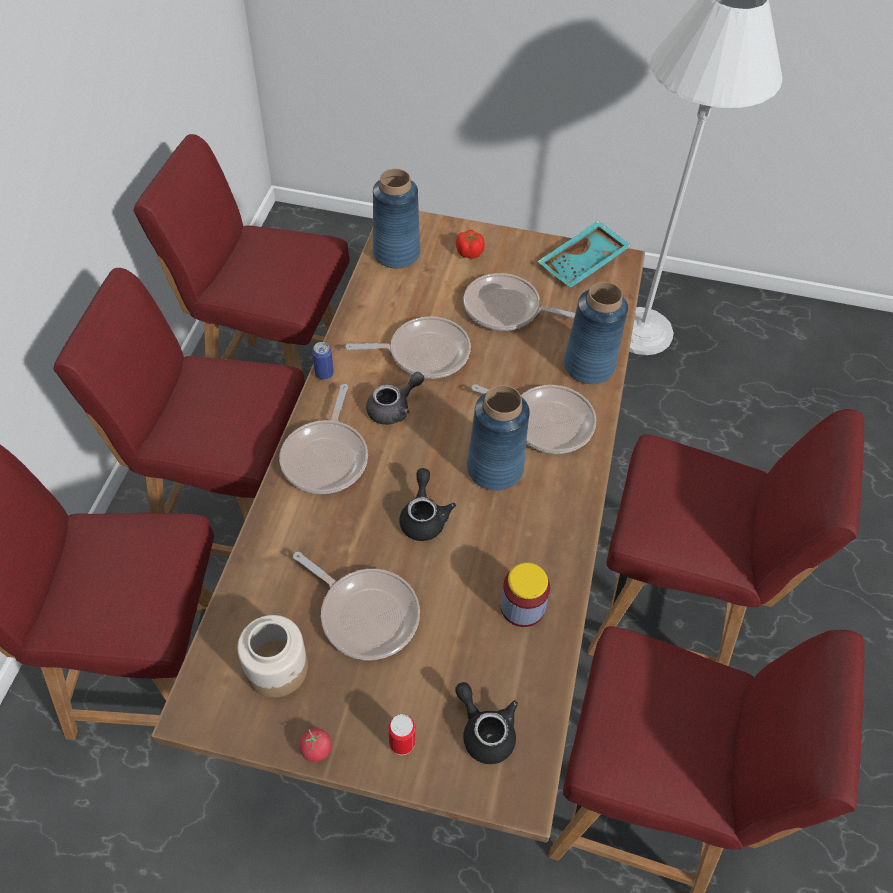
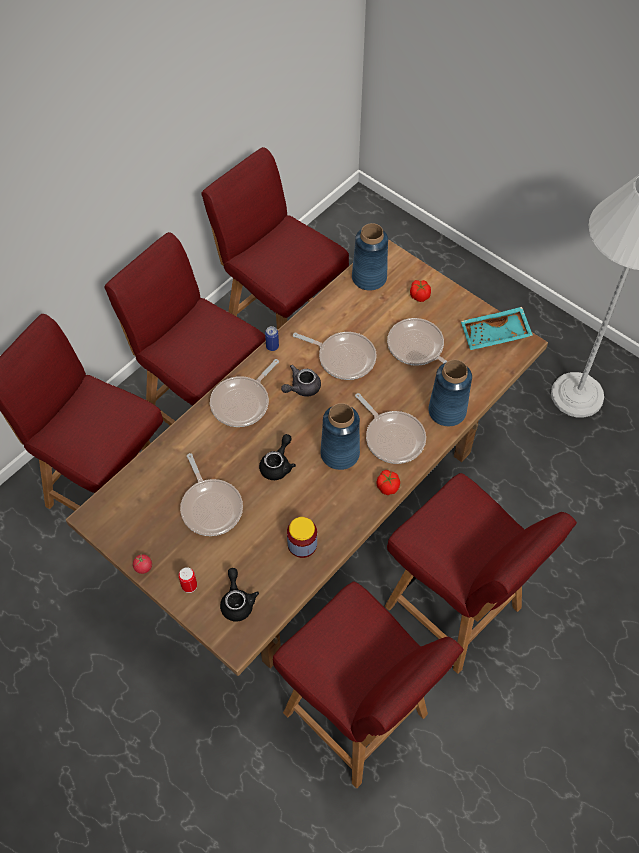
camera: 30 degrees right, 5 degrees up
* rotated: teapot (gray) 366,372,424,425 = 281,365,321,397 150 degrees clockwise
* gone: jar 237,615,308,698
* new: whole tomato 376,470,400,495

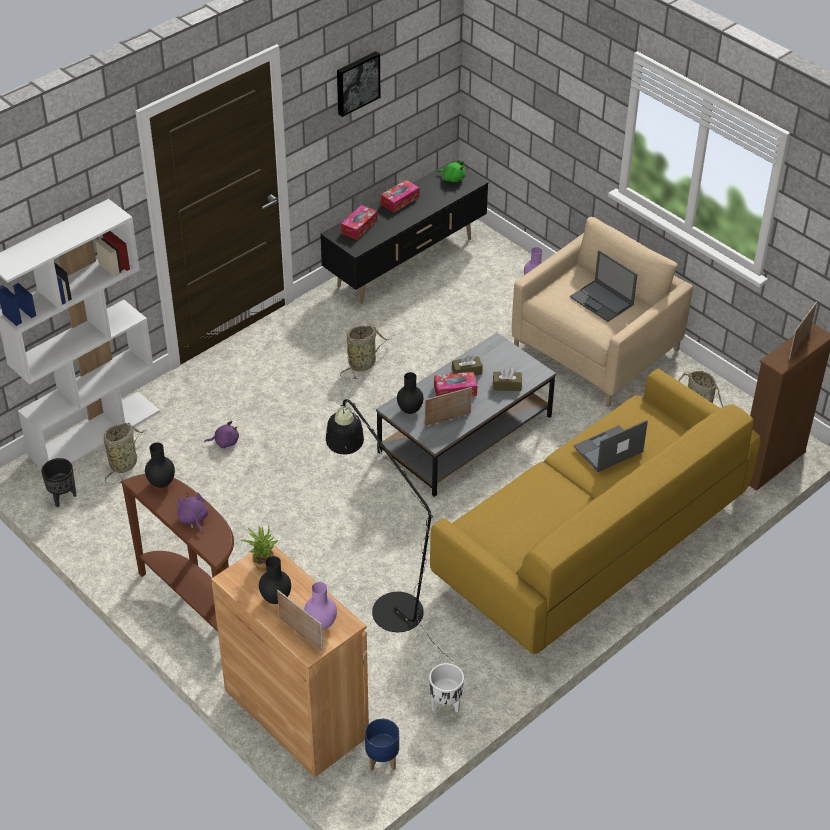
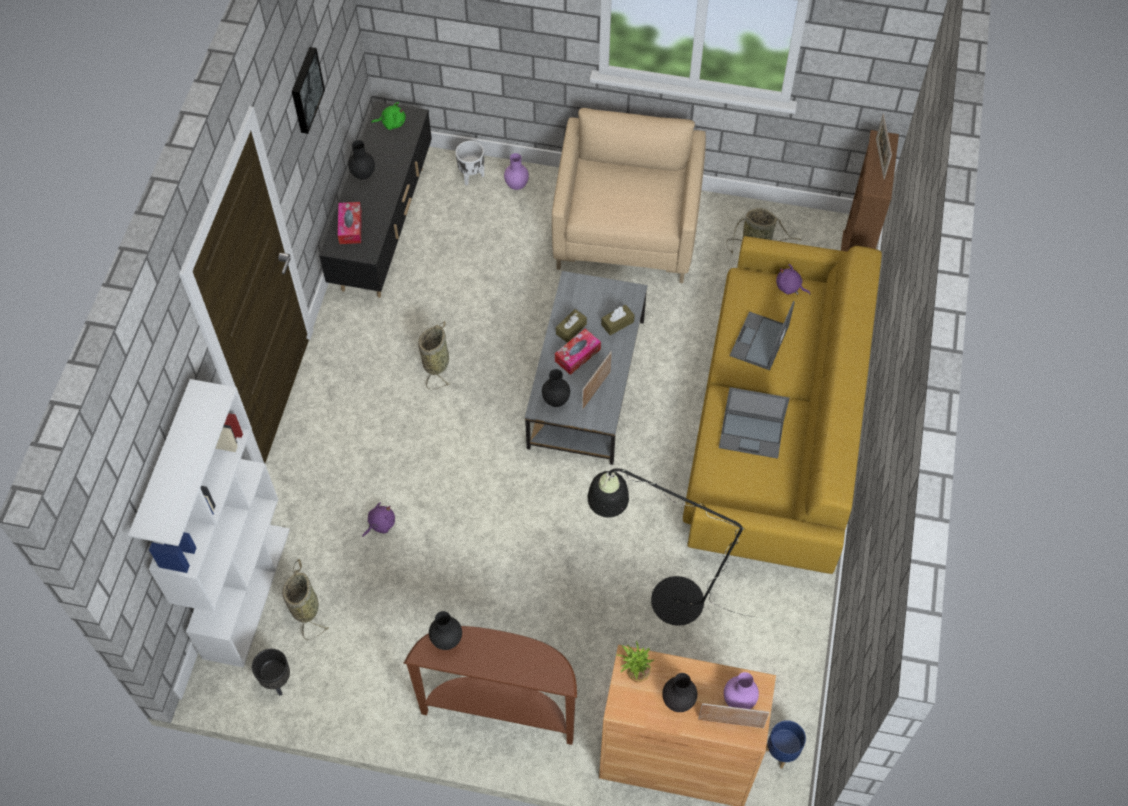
camera: 35 degrees left, 15 degrees up
* swapped: tissue box 381,180,419,213 to vase (black) 348,140,375,180
* shifted: portable computer 570,250,638,322 to 719,387,790,459
* shifted: cuddly toy (purple) 177,492,208,534 to 776,264,810,295
* shifted: plant pot (white) 429,663,464,712 to 455,141,484,185

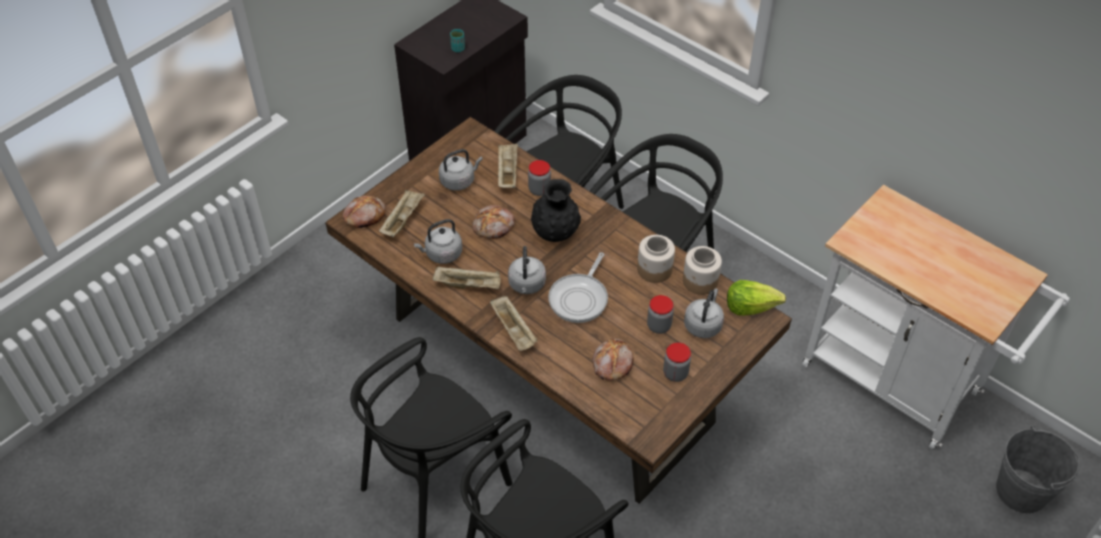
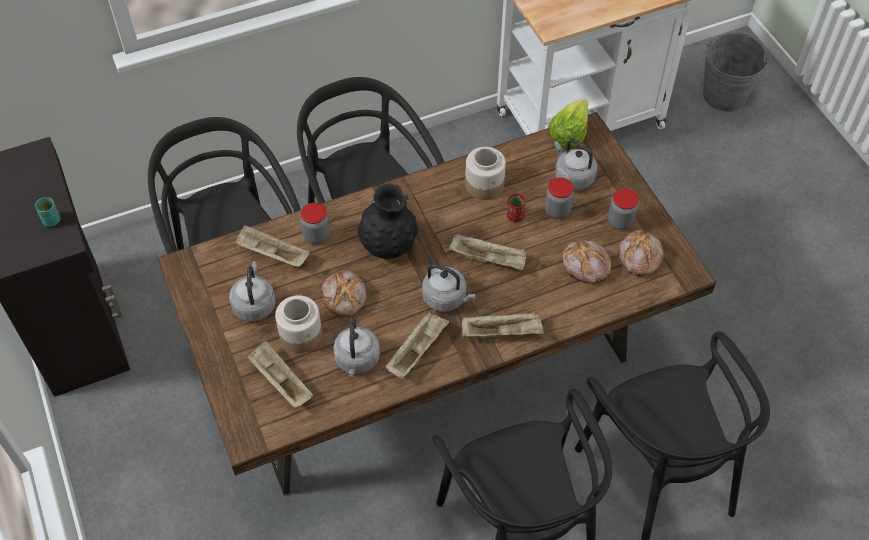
camera: 65 degrees left, 5 degrees up
* shifted: bakery bread 342,196,386,228 to 618,230,664,277
* shifted: jar 683,246,722,295 to 275,295,322,353
* swapped: skillet 548,252,608,323 to serving tray (beige-coloured) 449,233,526,270
* new: cup (red) 507,194,526,222

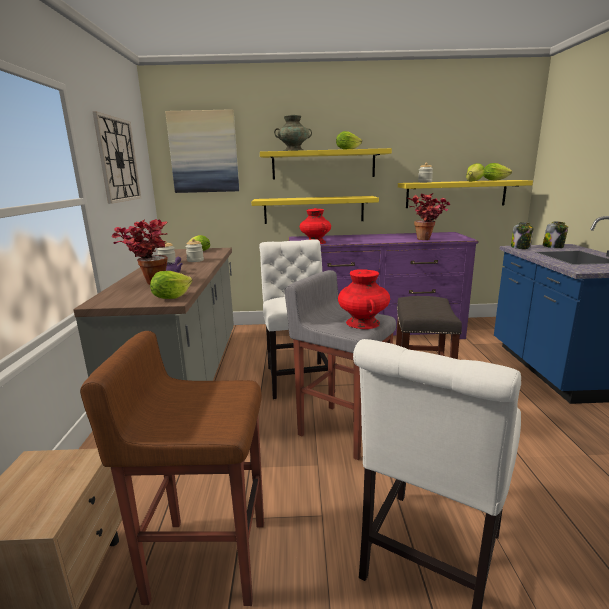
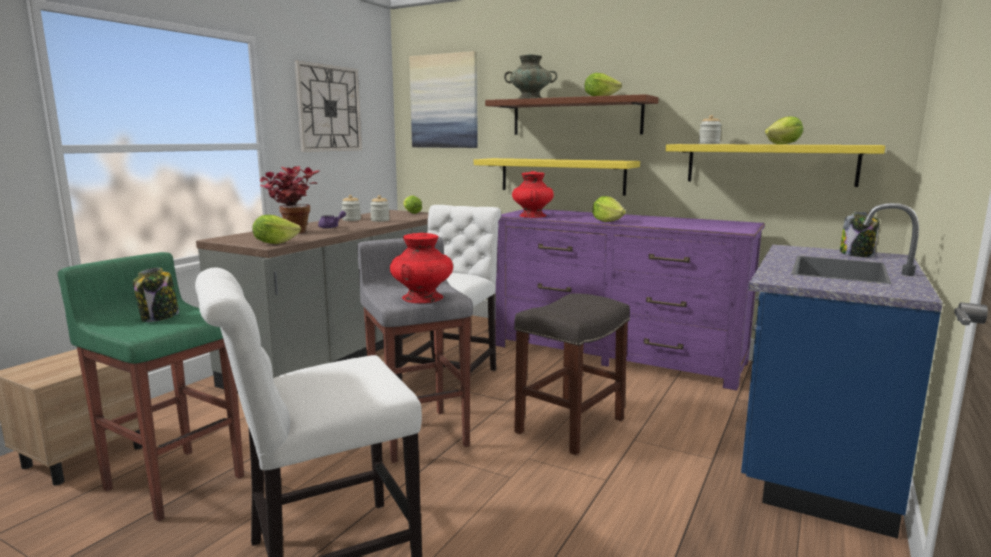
camera: 30 degrees right, 5 degrees down
* repainted: wall shelf (yellow-coloured) 260,148,392,180 to wall shelf (brownish) 485,94,659,135
* shifted: lettuce 483,163,512,181 to 592,196,626,222
* gone: houseplant 408,193,450,240
* shifted: jar 511,222,533,249 to 133,268,179,322
* repainted: sitting stool (brownish) 80,331,264,606 to sitting stool (greenish) 58,252,244,522

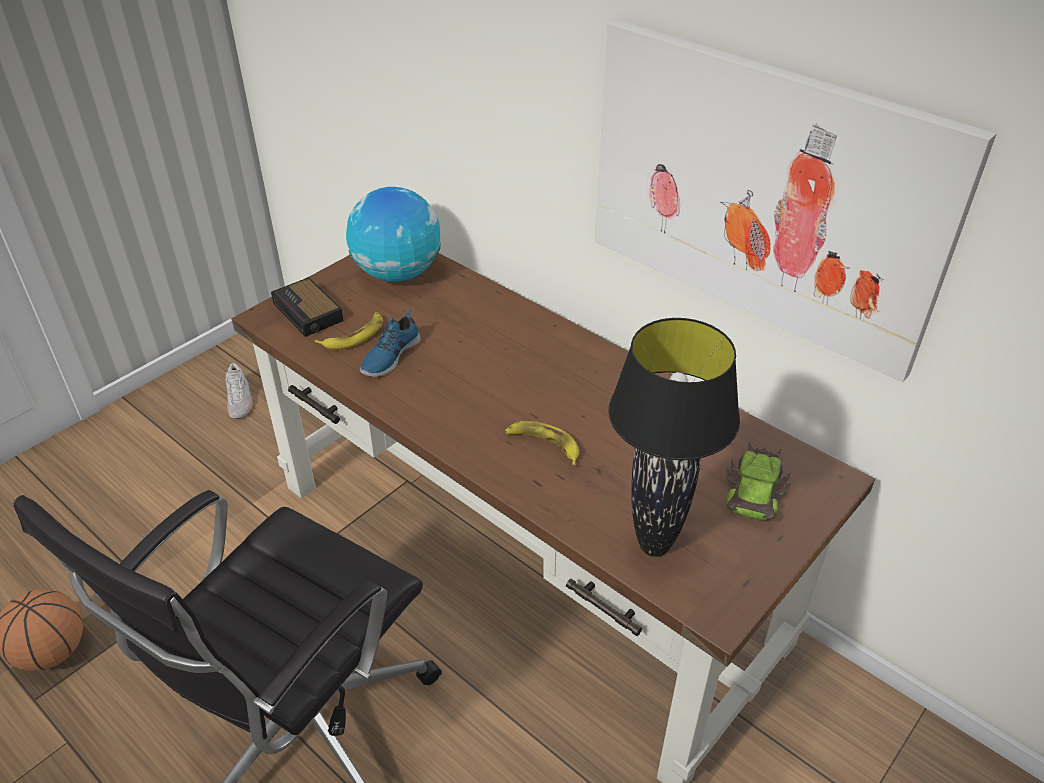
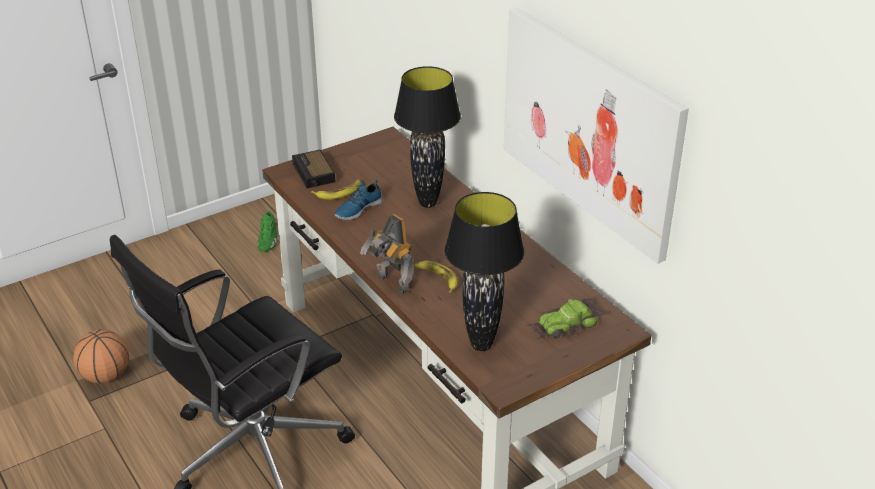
camera: 15 degrees right, 5 degrees down
* gone: globe 346,187,441,282
* repainted: shoe (white) 225,363,253,418 to shoe (greenish) 258,211,278,251
* rotated: toy car 726,441,791,520 = 526,298,604,339 150 degrees counterclockwise
* new: tabletop lamp (black) 394,66,461,208
* new: robot figure 360,214,414,294

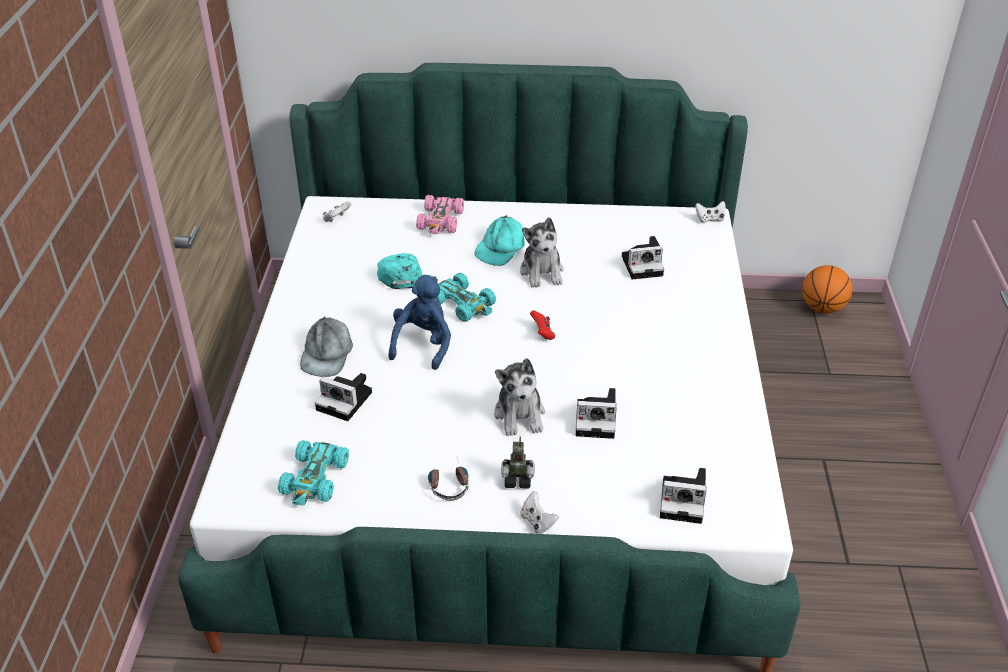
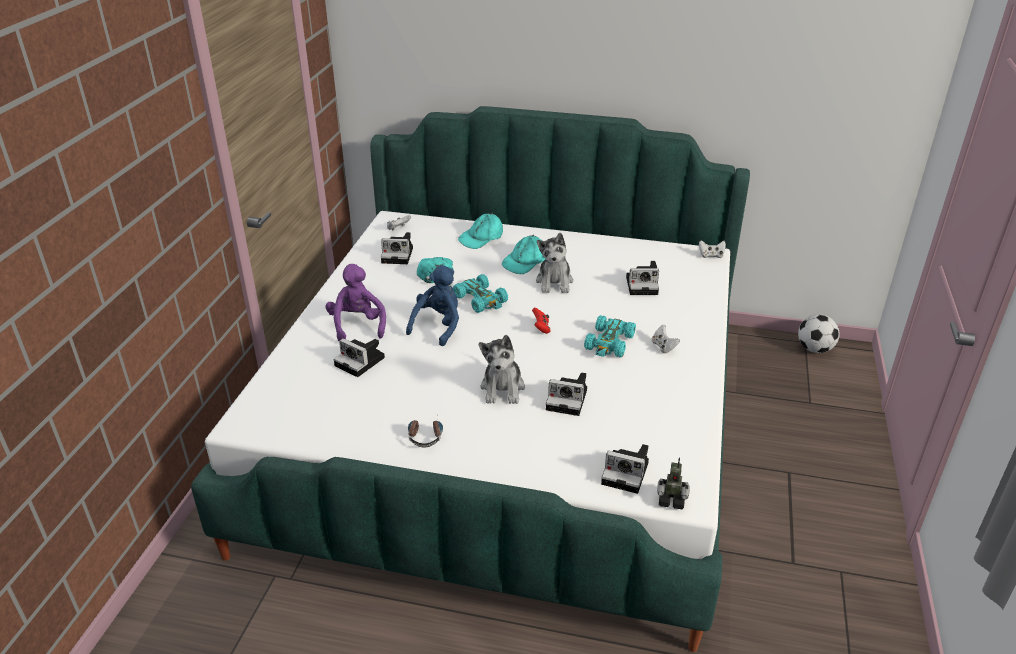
camera: 10 degrees right, 5 degrees down
* swapped: toy car (pink-coloured) 416,195,464,234 to cap (turquoise) 458,213,503,249
* swapped: ball for basketball 802,265,852,313 to football 798,314,840,353
* swapped: cap (gray) 300,317,353,377 to cuddly toy (purple) 325,264,386,341
* shifted: robot figure 501,436,535,488 to 657,458,690,509
* shifted: toy car (turquoise) 278,440,349,506 to 584,315,636,357
* shifted: joypad (white) 520,491,559,534 to 652,325,680,353
* new: still camera 381,232,413,264

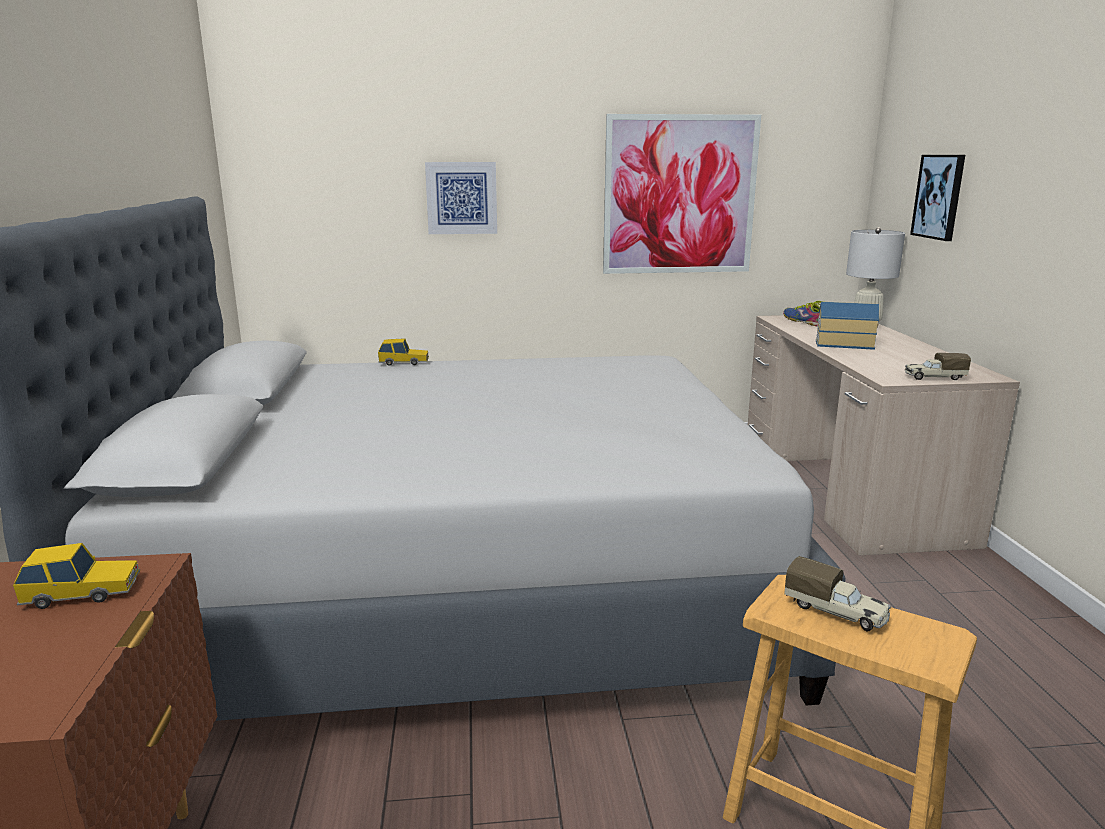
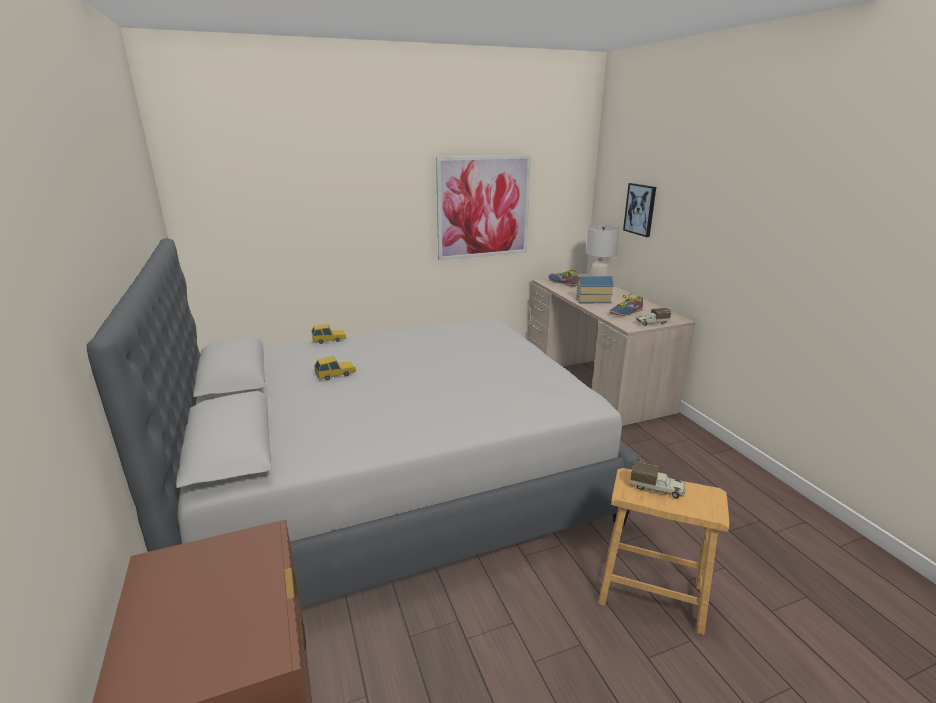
camera: 15 degrees left, 5 degrees up
* gone: wall picture 425,162,497,234
* shifted: toy car 13,543,140,609 to 314,356,356,380
* new: shoe 610,293,643,316

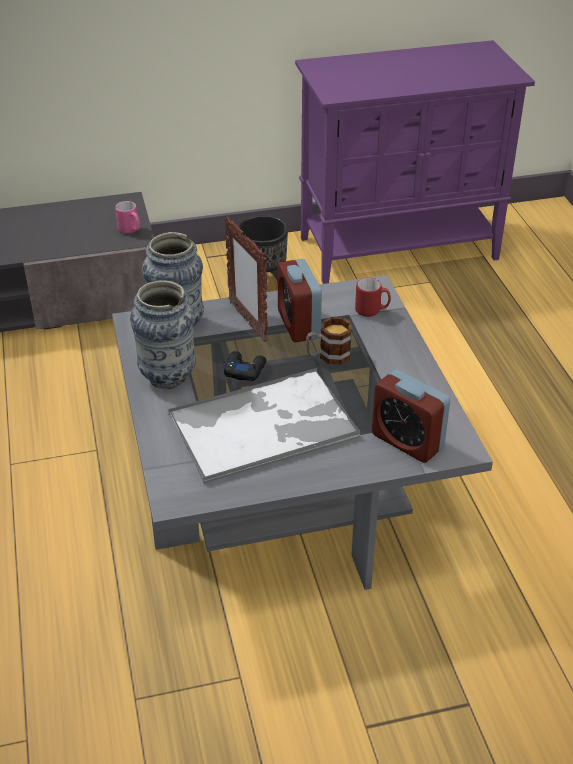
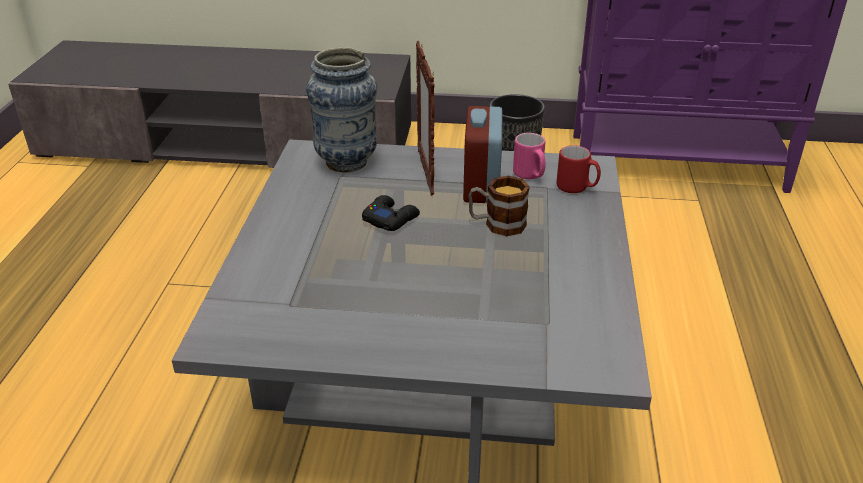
camera: 20 degrees right, 5 degrees down
* shifted: coffee mug (pink-coloured) 115,201,140,234 to 513,133,546,179
* gone: vase 130,280,196,389
* gone: serving tray 169,368,361,484
* gone: alarm clock 372,370,450,463

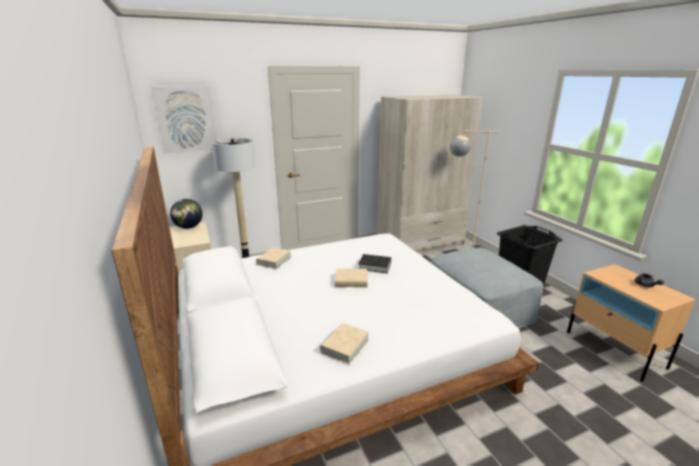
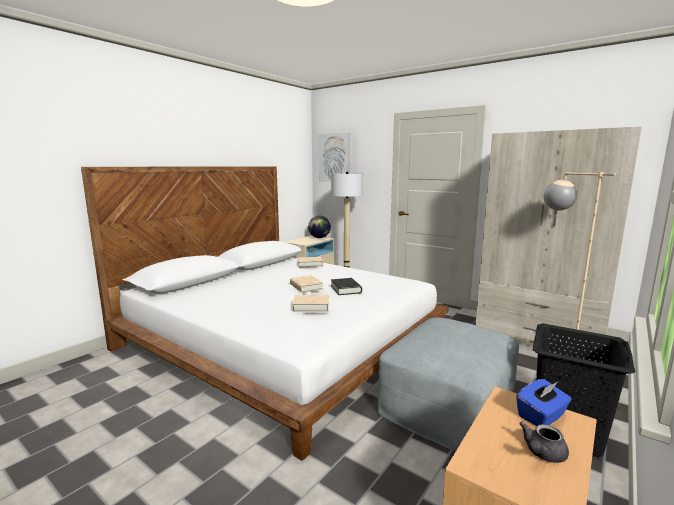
camera: 60 degrees right, 10 degrees down
* shifted: bound book (beige-coloured) 320,323,369,364 to 292,295,329,312
* new: tissue box (blue) 516,379,572,426

